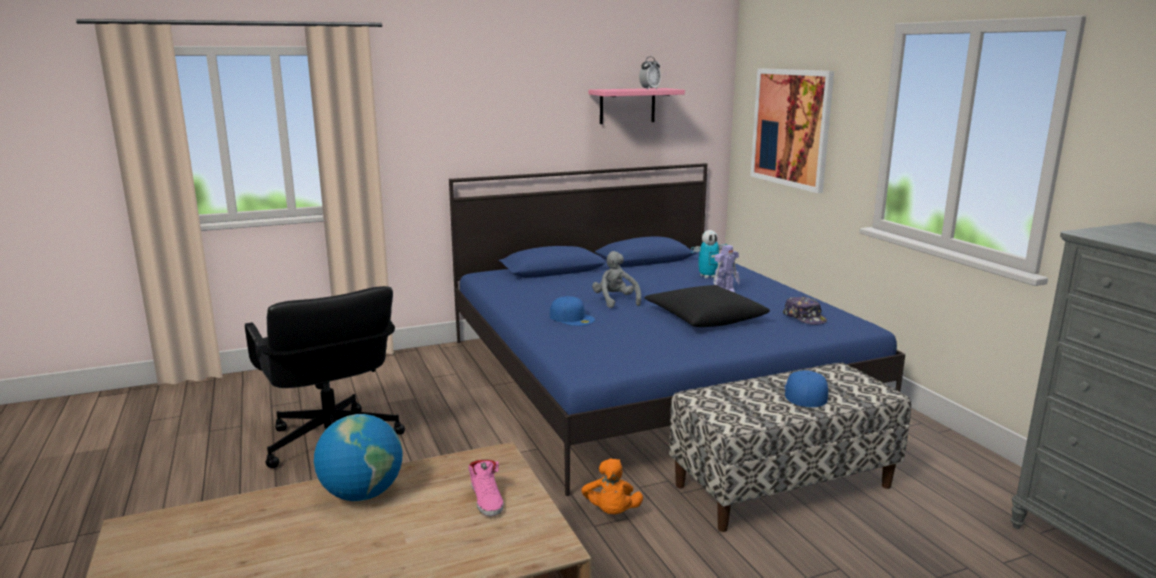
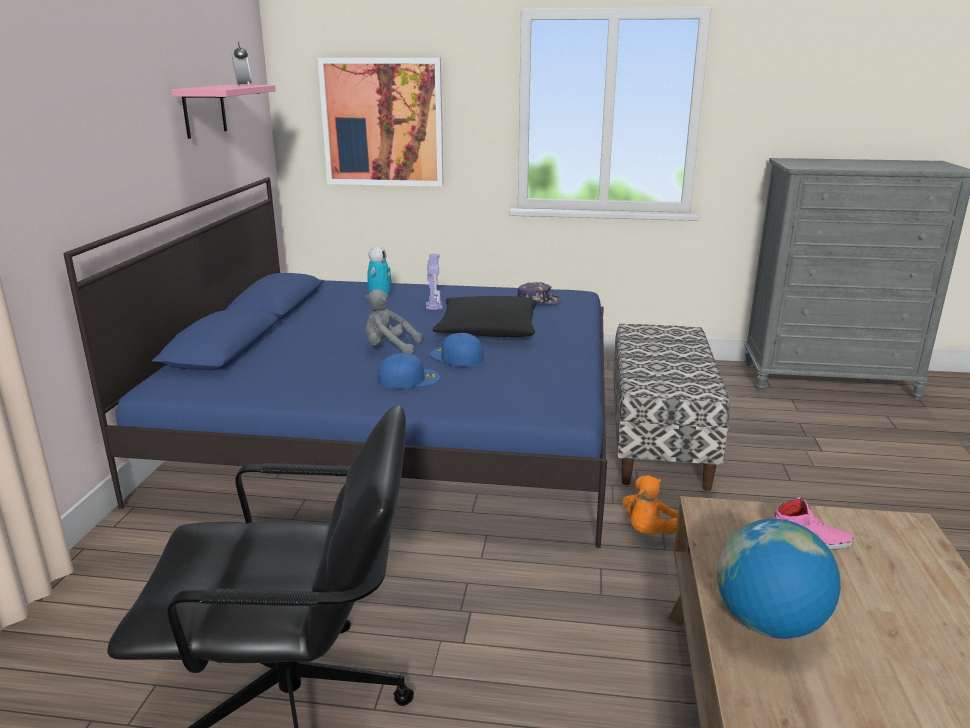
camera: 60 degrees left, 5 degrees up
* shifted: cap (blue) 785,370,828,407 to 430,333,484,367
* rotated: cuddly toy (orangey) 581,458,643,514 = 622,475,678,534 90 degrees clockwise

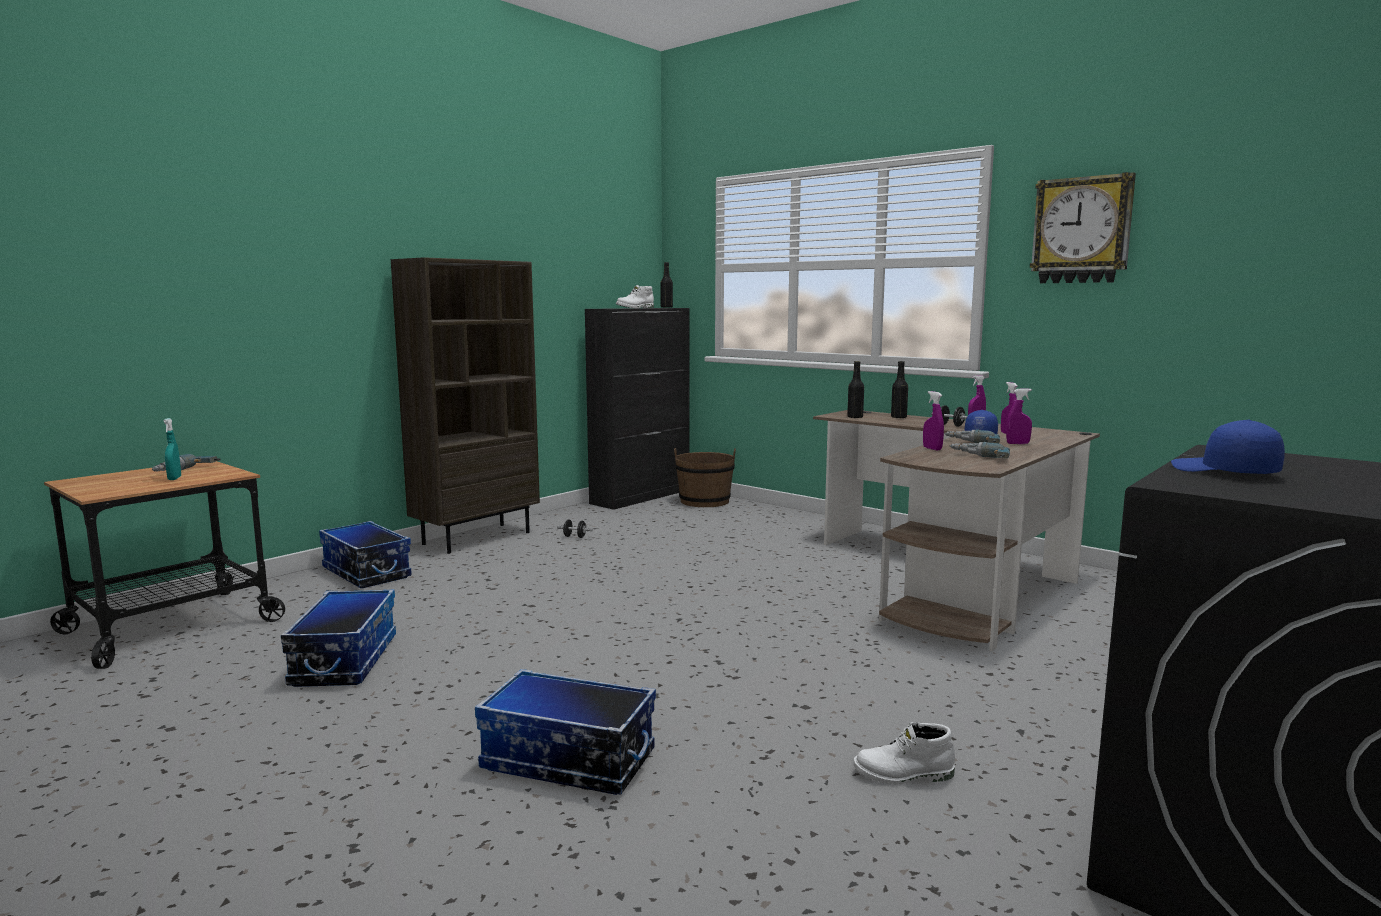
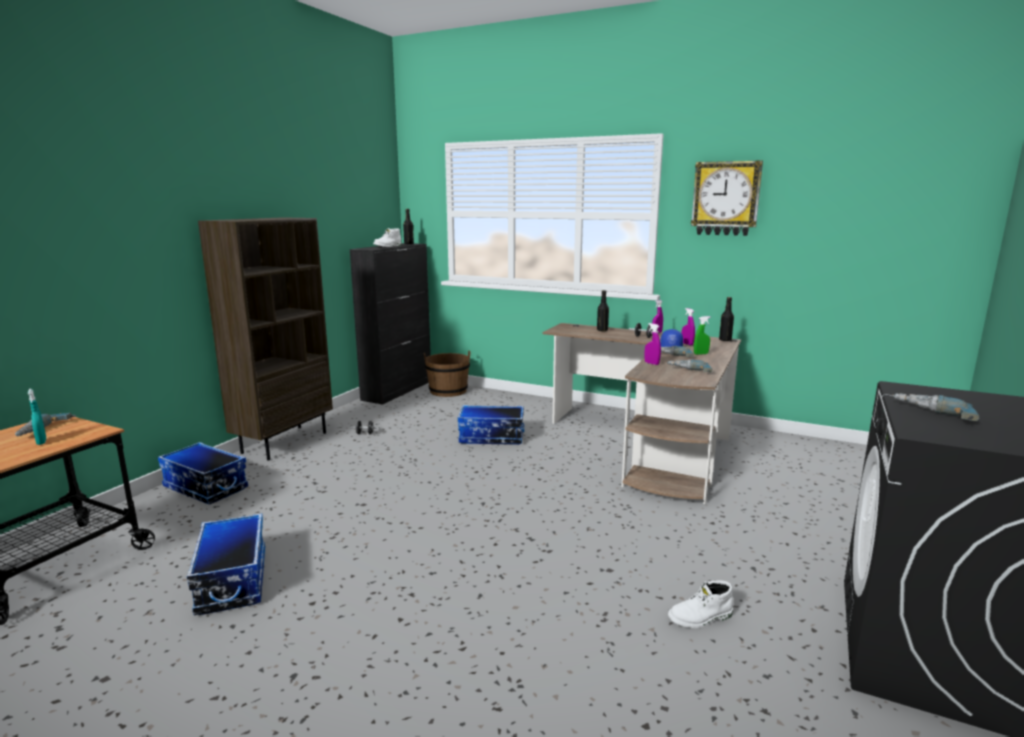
camera: 15 degrees left, 5 degrees up
* shifted: bottle (black) 847,361,864,418 to 719,297,734,341
* repainted: sprayer (purple) 1006,388,1032,444 to sprayer (greenish) 694,316,710,355
* swapped: cap (blue) 1171,420,1285,474 to power drill 892,393,979,421
* shifted: storage box 475,669,656,795 to 458,405,525,445

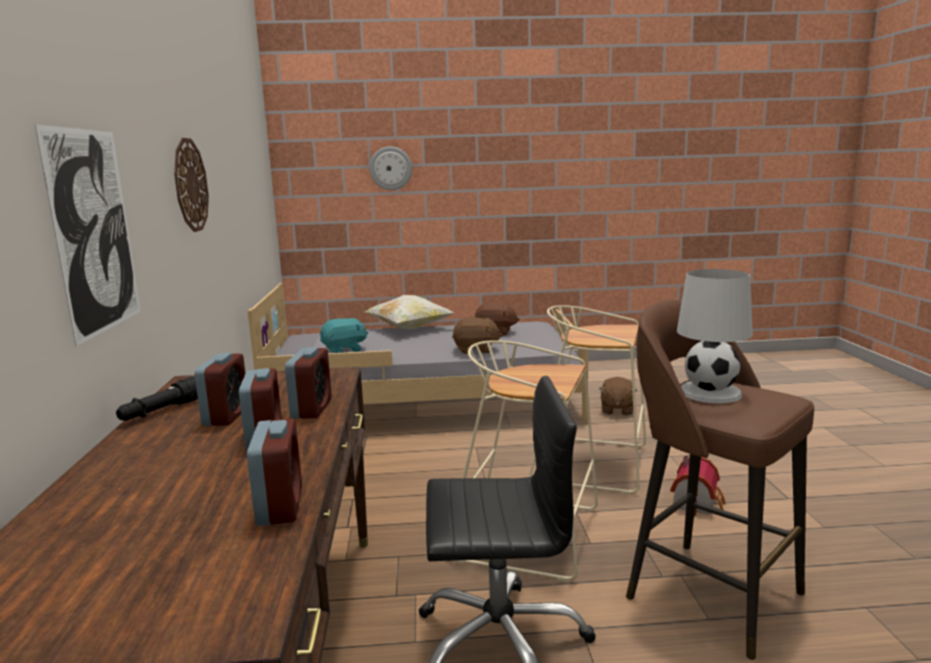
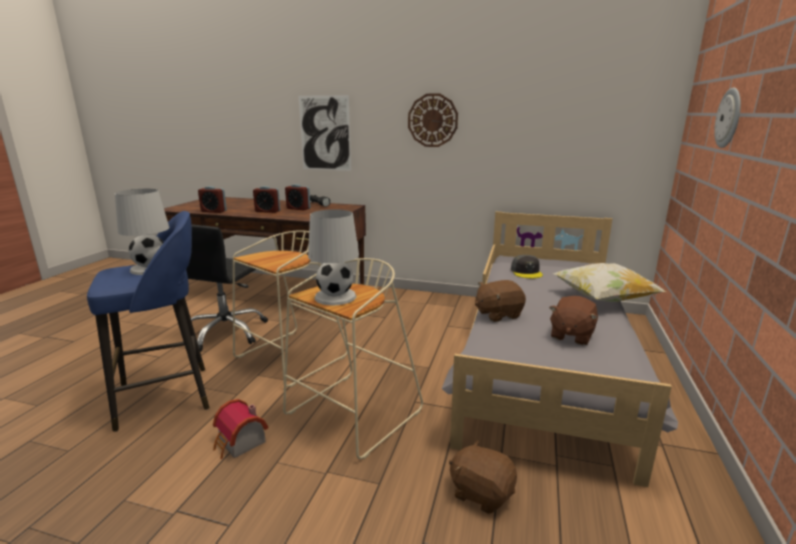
camera: 110 degrees right, 5 degrees up
* repainted: sitting stool (brownish) 626,300,814,660 to sitting stool (blue) 87,211,209,432
* rotated: cuddly toy (brownish) 452,317,502,354 = 475,280,526,322 45 degrees clockwise
* swapped: cuddly toy (turquoise) 320,318,368,353 to cap (gray) 511,255,543,278
* gone: alarm clock 285,347,332,418
* new: tabletop lamp (white) 308,209,359,305

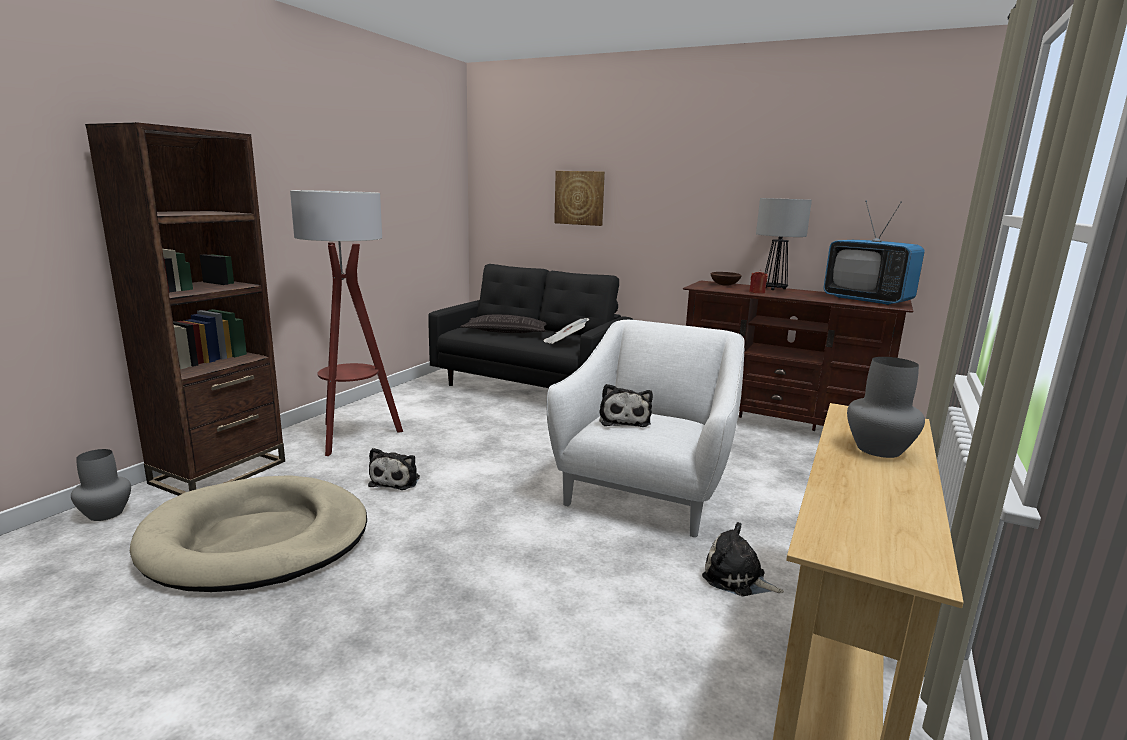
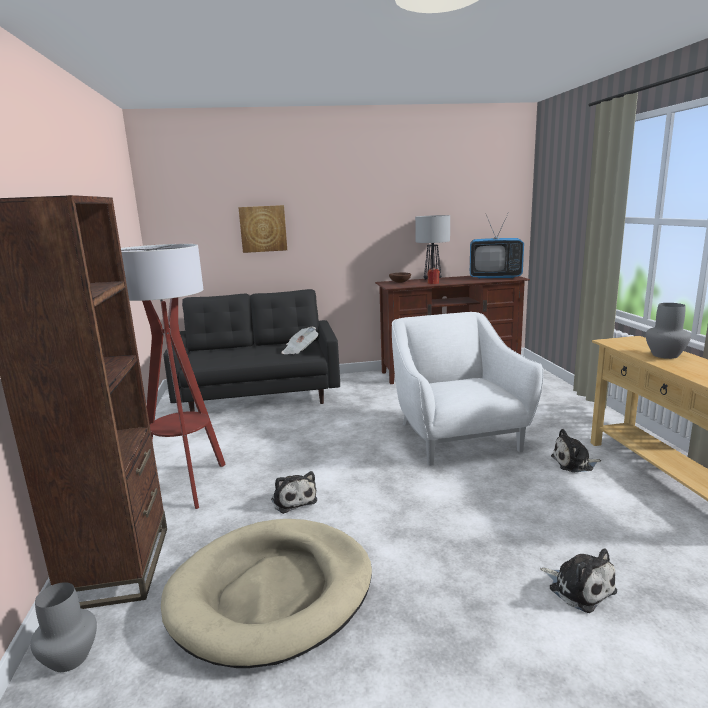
camera: 35 degrees left, 0 degrees up
* gone: cushion 461,315,546,333
* shifted: cuddly toy 599,384,653,427 to 540,548,617,613

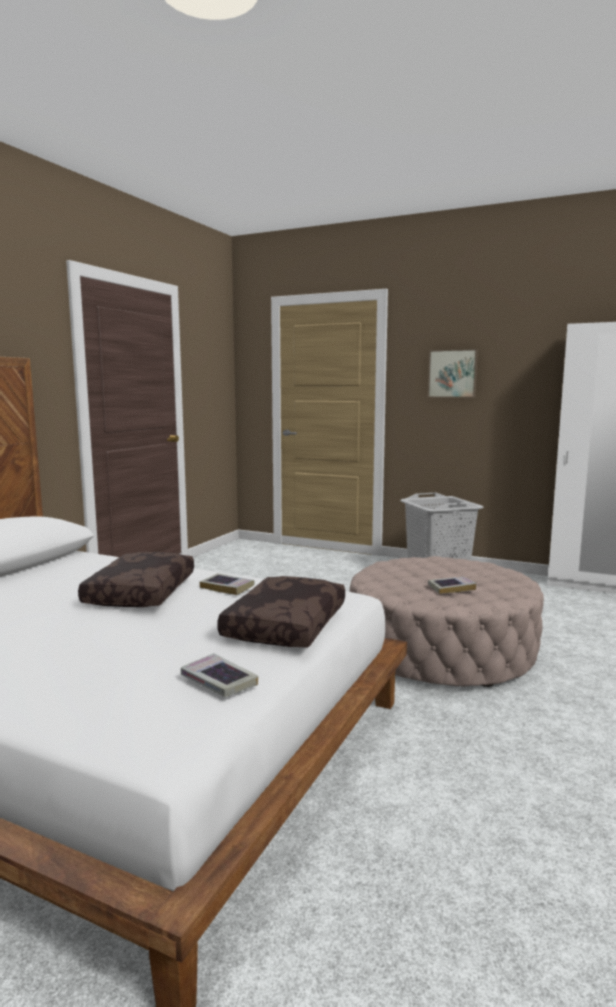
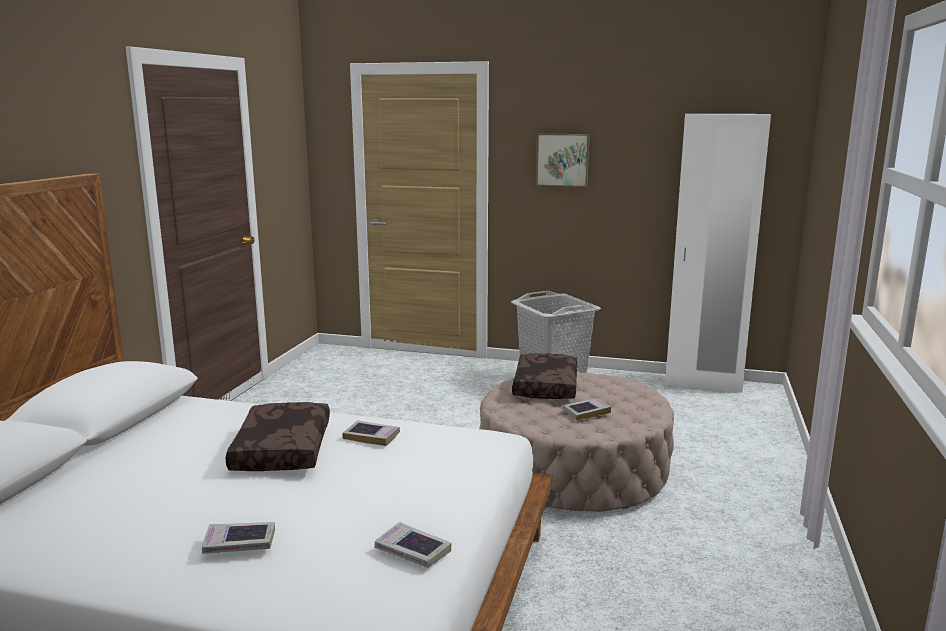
camera: 10 degrees left, 5 degrees up
* shifted: cushion (brownish) 217,576,345,647 to 512,353,577,399
* new: bound book 202,522,275,554

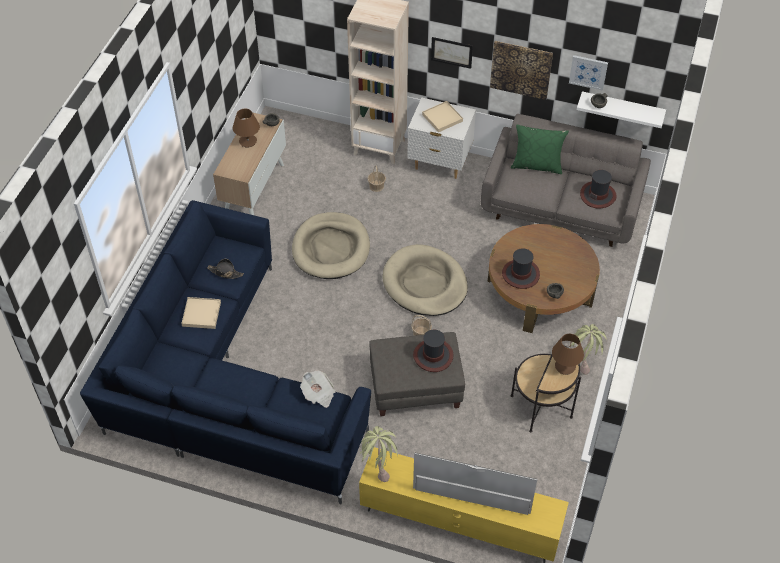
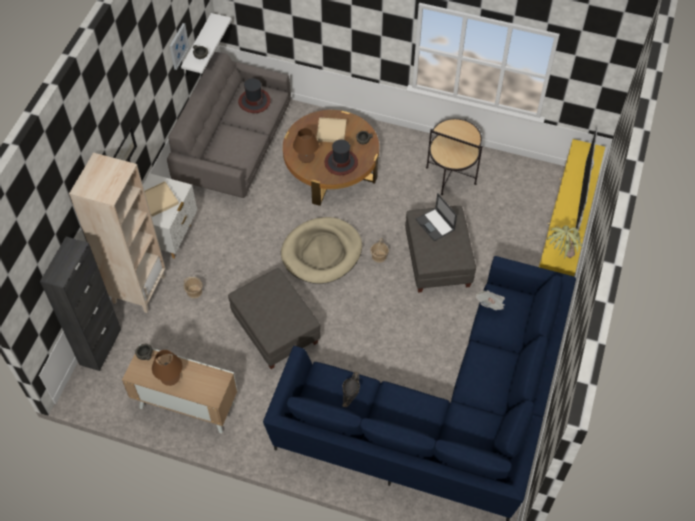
camera: 90 degrees left, 5 degrees up
* gone: wall picture 490,41,553,100
* gone: cushion (greenish) 511,124,569,175
* swapped: dog cushion (beige-coloured) 292,212,370,279 to ottoman (gray) 228,268,320,369
* shifted: serving tray (beige-coloured) 181,297,221,329 to 316,117,346,142
* gone: houseplant 569,324,607,375
* swapped: clothing hat 413,330,454,372 to portable computer 416,193,457,242
* shifted: tabletop lamp (brownish) 552,334,584,375 to 293,128,319,163
* new: storage cabinet (black) 40,237,121,371

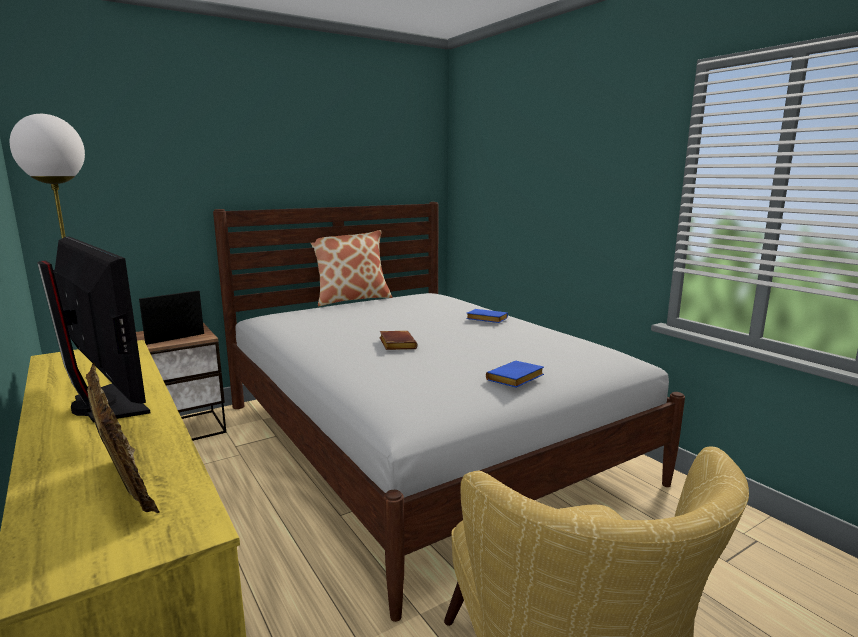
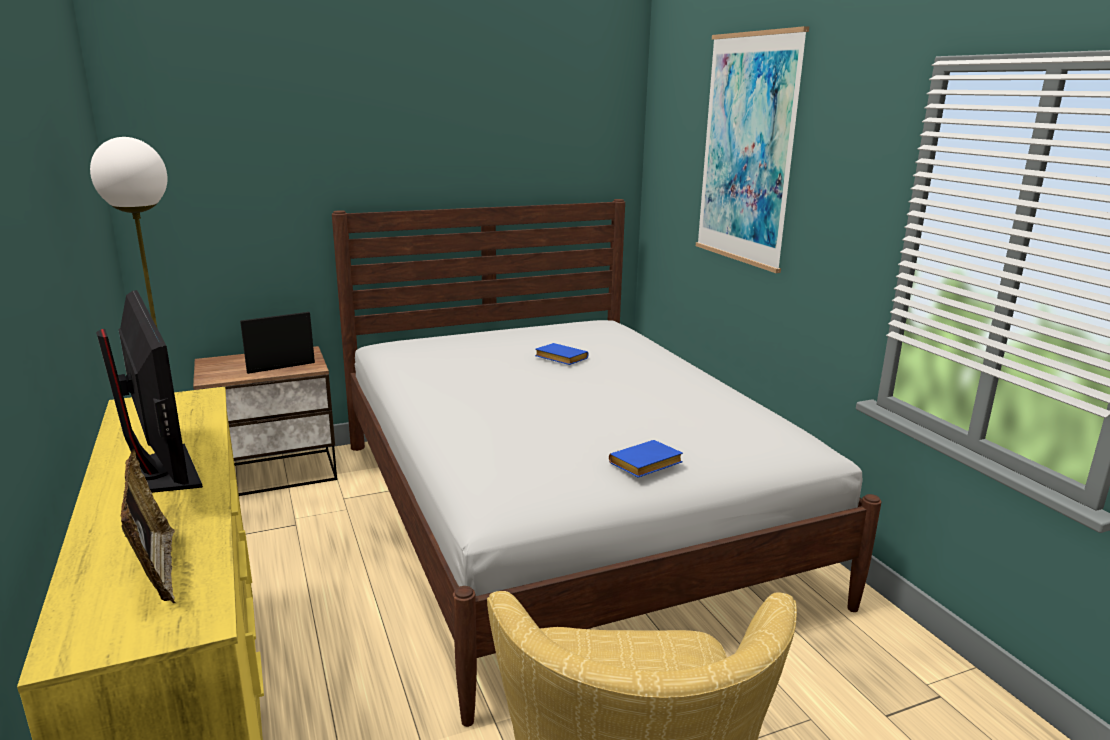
camera: 10 degrees right, 5 degrees up
* gone: cushion 311,230,392,306
* shifted: bound book (blue) 466,309,508,323 to 535,343,589,365
* gone: bound book (brownish) 380,331,418,350
* new: wall picture 696,26,809,273

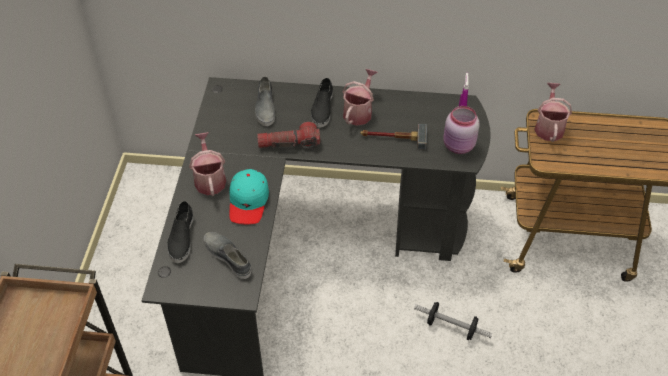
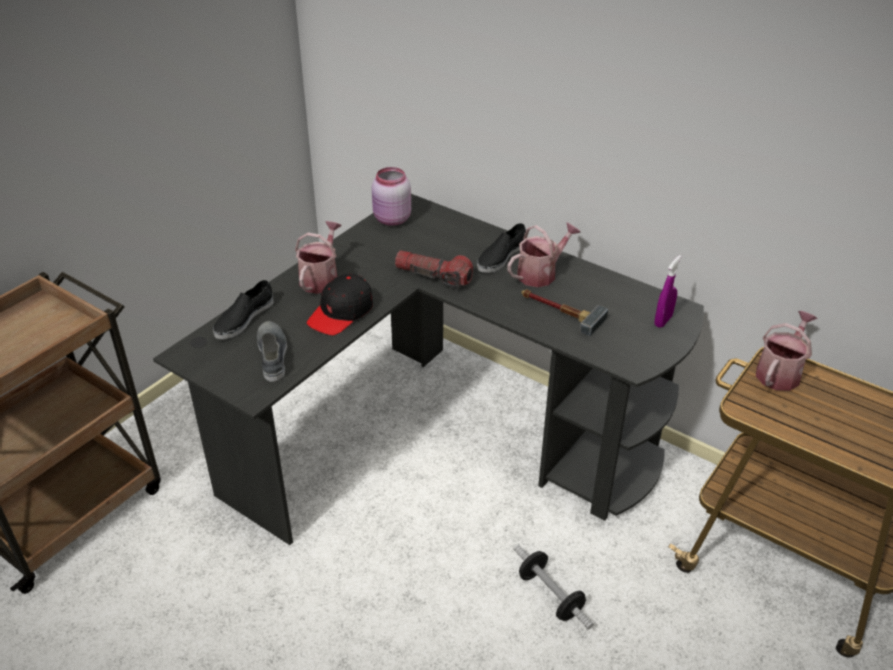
camera: 30 degrees right, 10 degrees down
* gone: shoe (gray) 255,76,275,126
* shifted: jar (pink-coloured) 443,106,480,154 to 372,167,411,226
* repainted: cap (turquoise) 229,169,269,224 to cap (black) 307,274,373,335

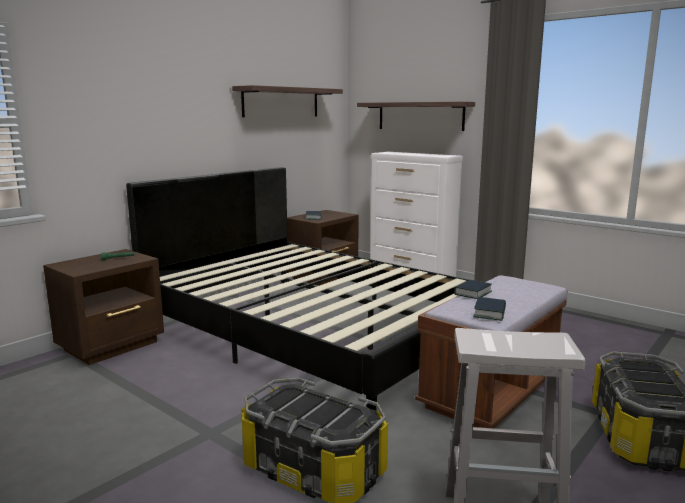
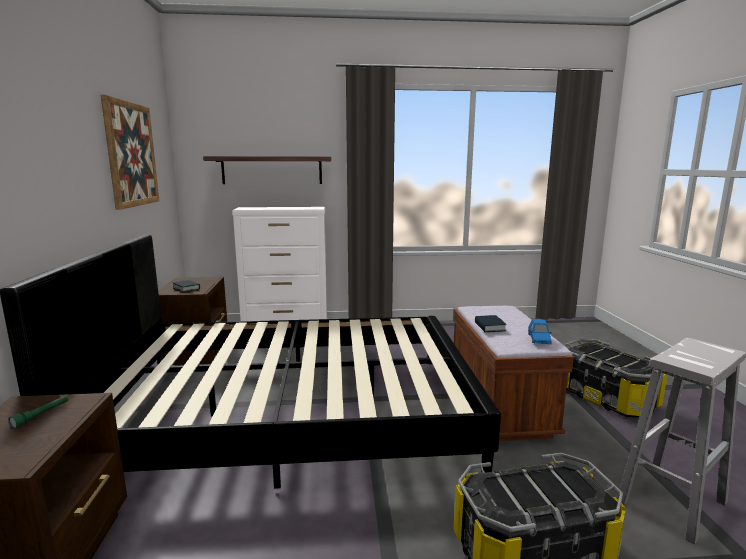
camera: 45 degrees left, 0 degrees up
* swapped: wall shelf 232,85,343,117 to wall picture 101,95,159,210
* swapped: bound book 473,297,506,321 to toy car (blue) 528,319,552,344

